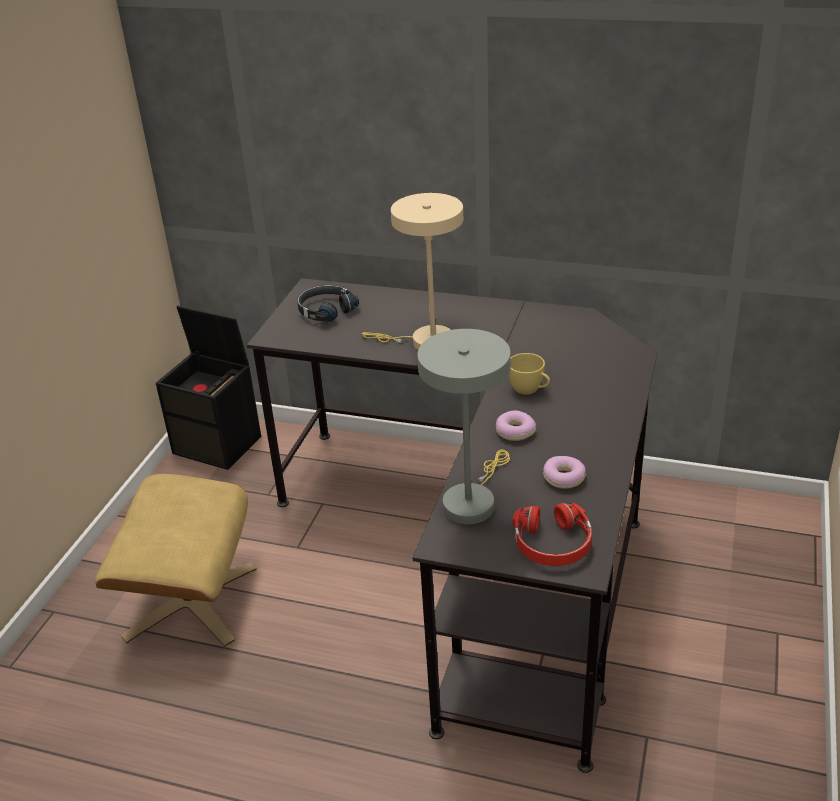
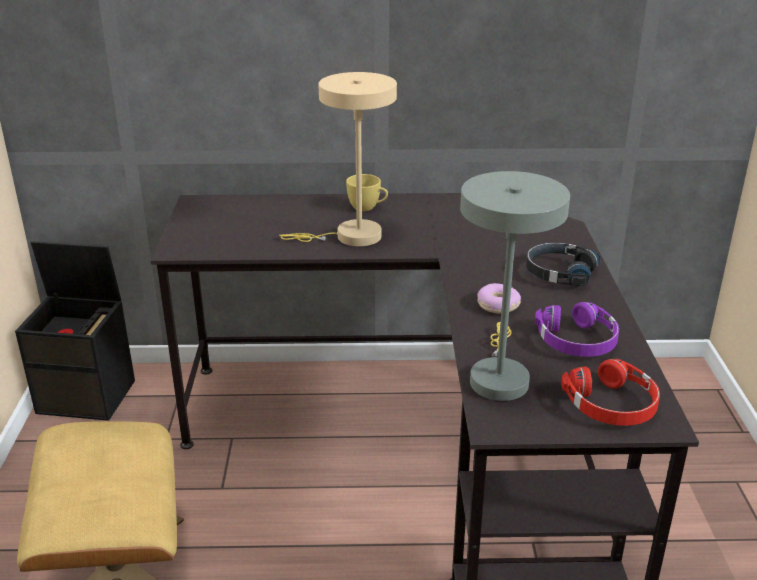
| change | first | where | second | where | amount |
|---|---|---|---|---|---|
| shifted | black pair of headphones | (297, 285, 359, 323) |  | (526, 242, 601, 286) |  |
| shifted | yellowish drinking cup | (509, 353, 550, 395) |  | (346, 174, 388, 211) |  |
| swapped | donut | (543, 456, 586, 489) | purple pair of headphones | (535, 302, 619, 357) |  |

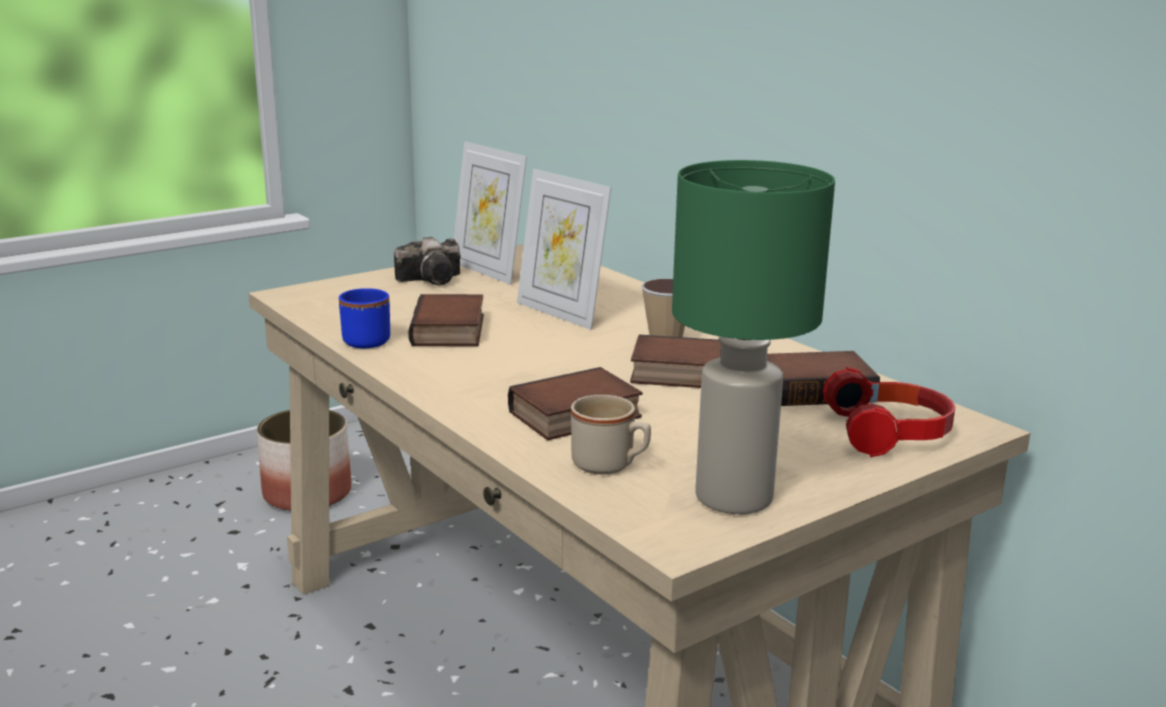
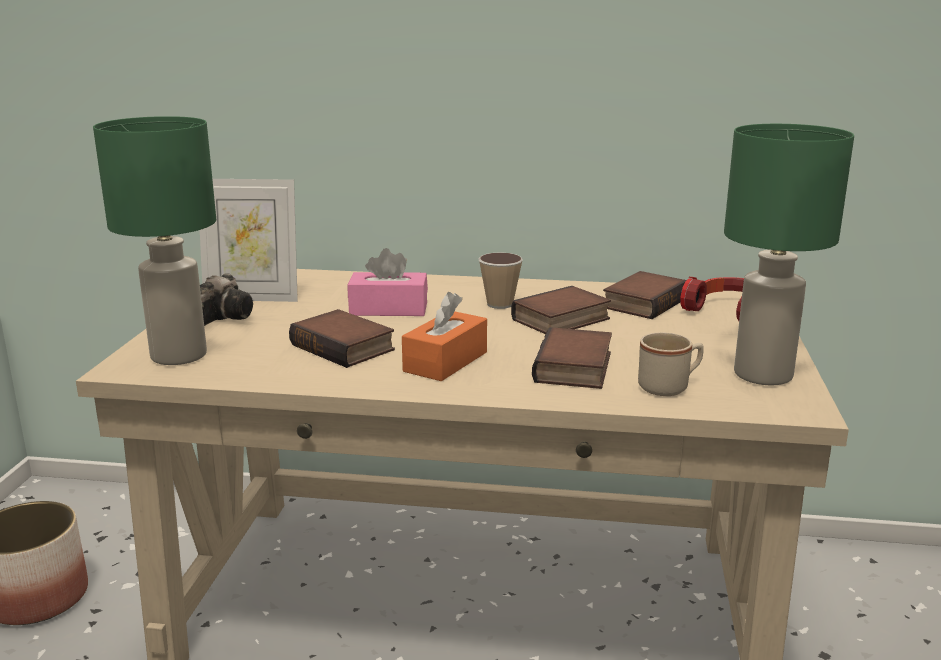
| change | first | where | second | where | amount |
|---|---|---|---|---|---|
| gone | blue mug | (339, 288, 390, 348) |  |  |  |
| new |  |  | greenish tabletop lamp | (93, 116, 216, 365) |  |
| new |  |  | orange-coloured box of tissues | (402, 292, 487, 381) |  |
| swapped | standing frame | (517, 169, 612, 330) | pinkish box of tissues | (348, 248, 428, 316) |  |

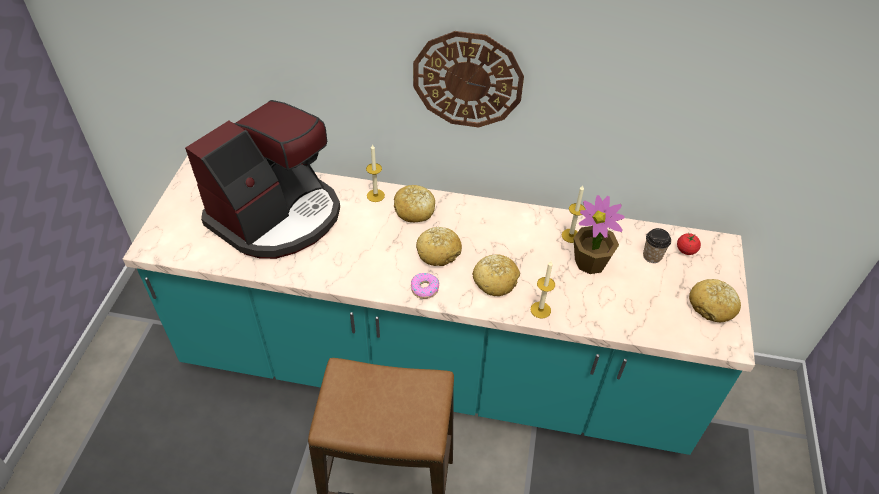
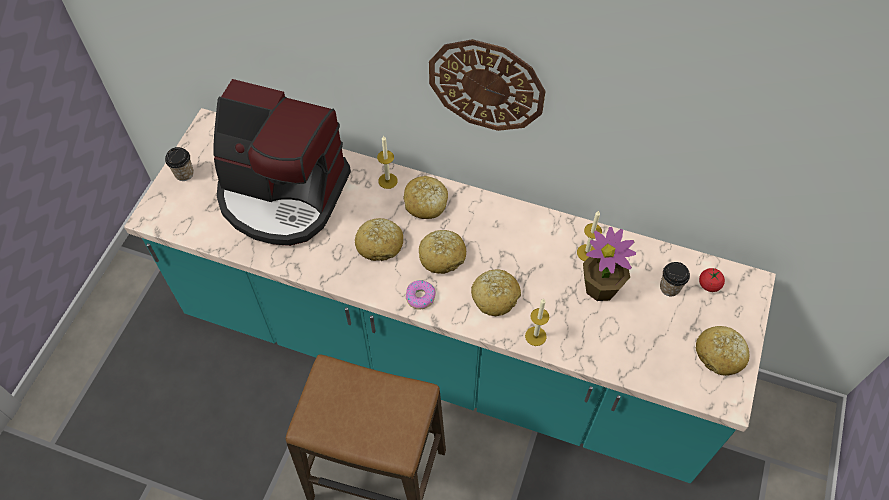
| change | first | where | second | where | amount |
|---|---|---|---|---|---|
| new |  |  | drinking cup | (165, 147, 194, 181) |  |
| new |  |  | bread | (355, 218, 403, 261) |  |
| rotated | coffee machine | (185, 100, 340, 259) |  | (213, 79, 351, 246) | 60 degrees clockwise |

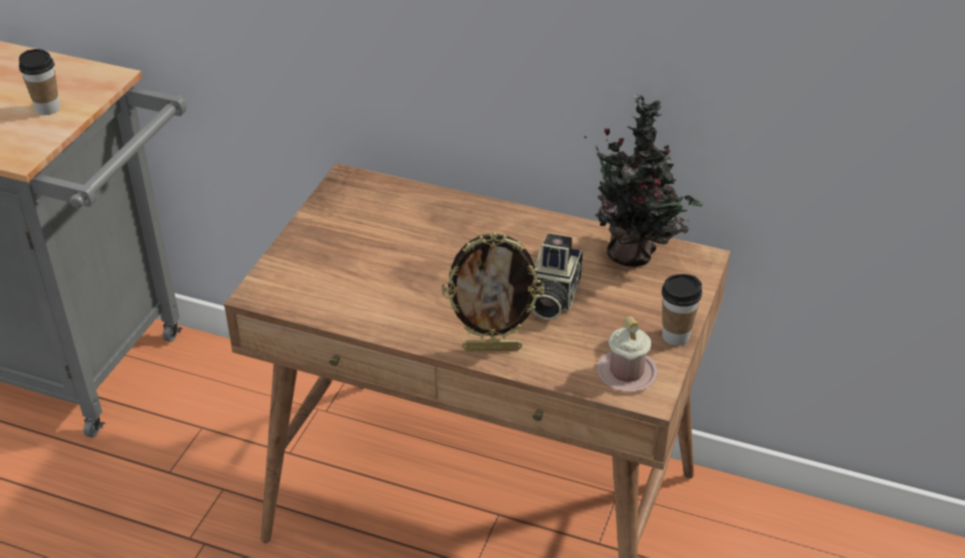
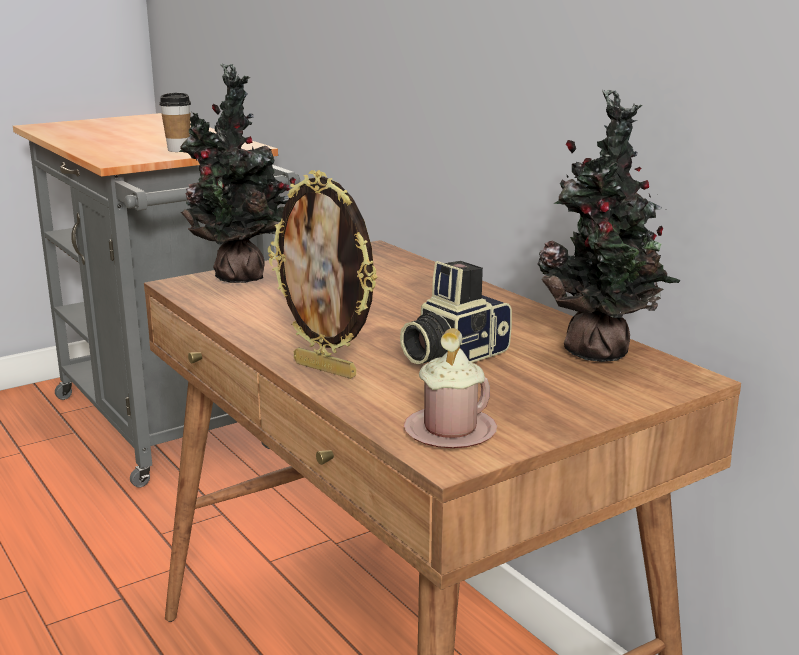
| change | first | where | second | where | amount |
|---|---|---|---|---|---|
| gone | drinking cup | (662, 274, 702, 346) |  |  |  |
| new |  |  | houseplant | (179, 63, 296, 283) |  |

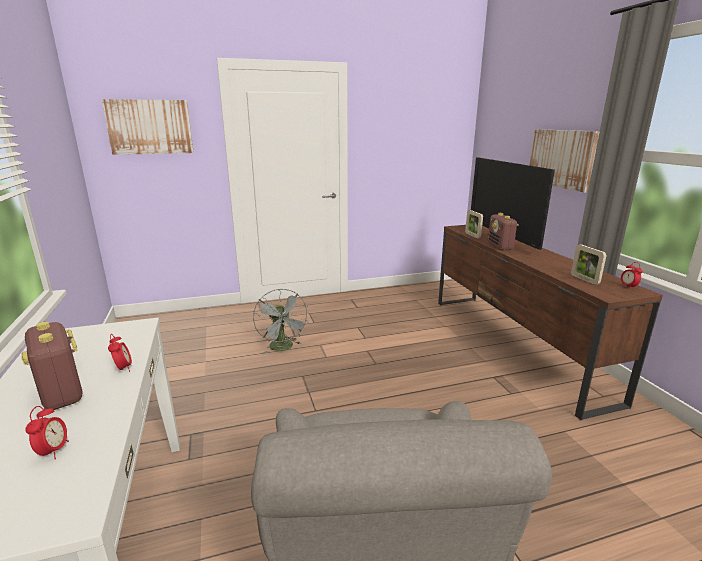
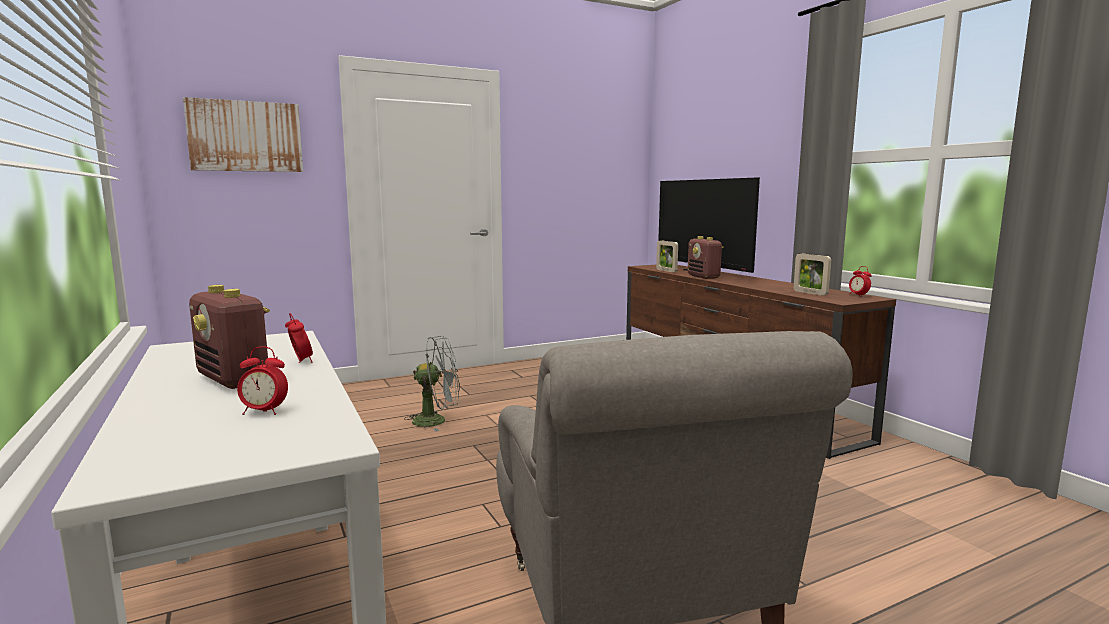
| change | first | where | second | where | amount |
|---|---|---|---|---|---|
| gone | wall picture | (529, 129, 600, 193) |  |  |  |
| rotated | bedside clock | (25, 406, 69, 459) |  | (237, 346, 288, 415) | 105 degrees clockwise |
| rotated | greyish electric fan | (253, 289, 307, 354) |  | (404, 336, 460, 432) | 60 degrees counterclockwise |

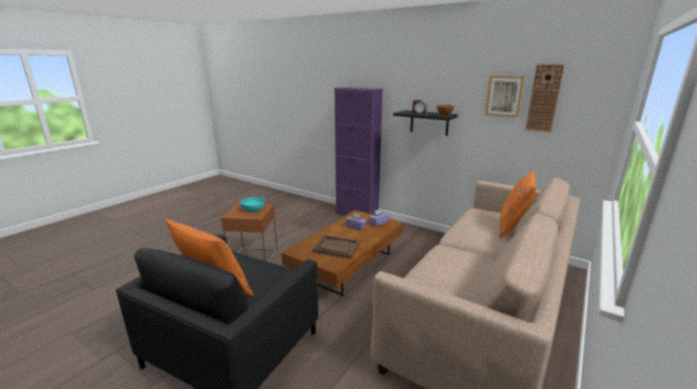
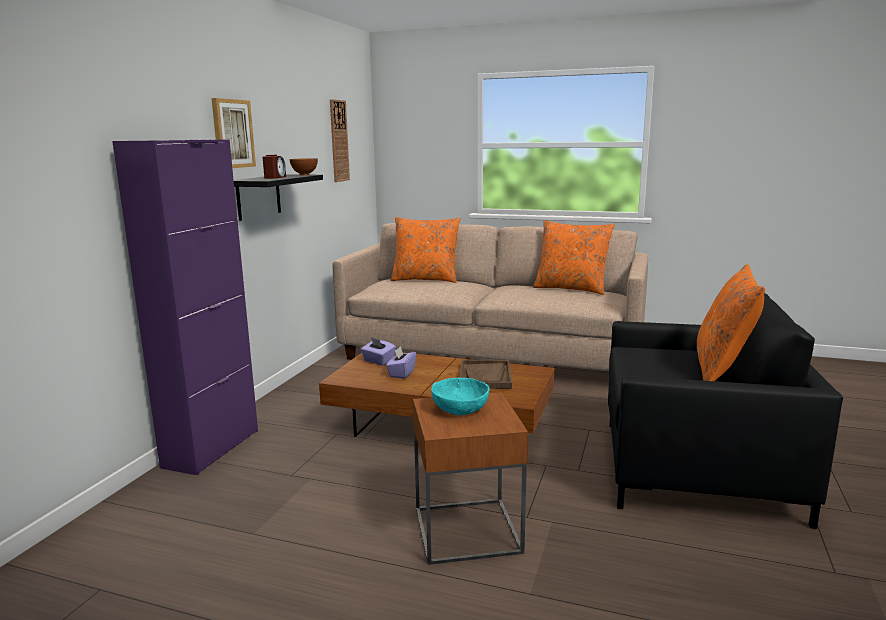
| change | first | where | second | where | amount |
|---|---|---|---|---|---|
| new |  |  | orange-coloured cushion | (533, 220, 615, 295) |  |
| shifted | wall picture | (485, 76, 525, 118) |  | (211, 98, 256, 168) |  |

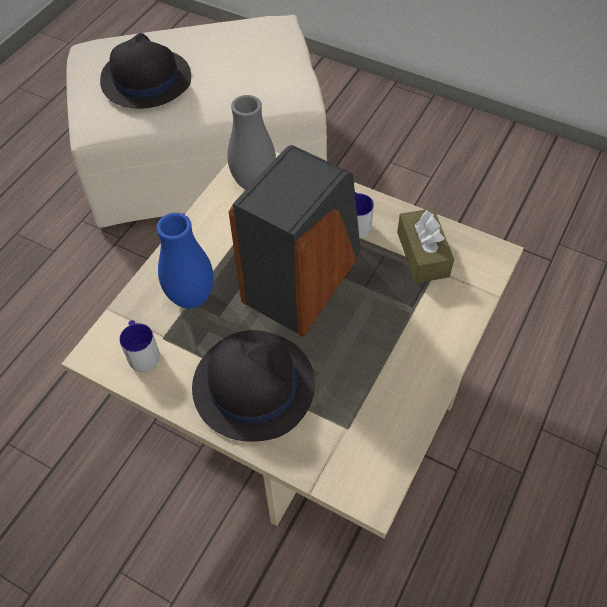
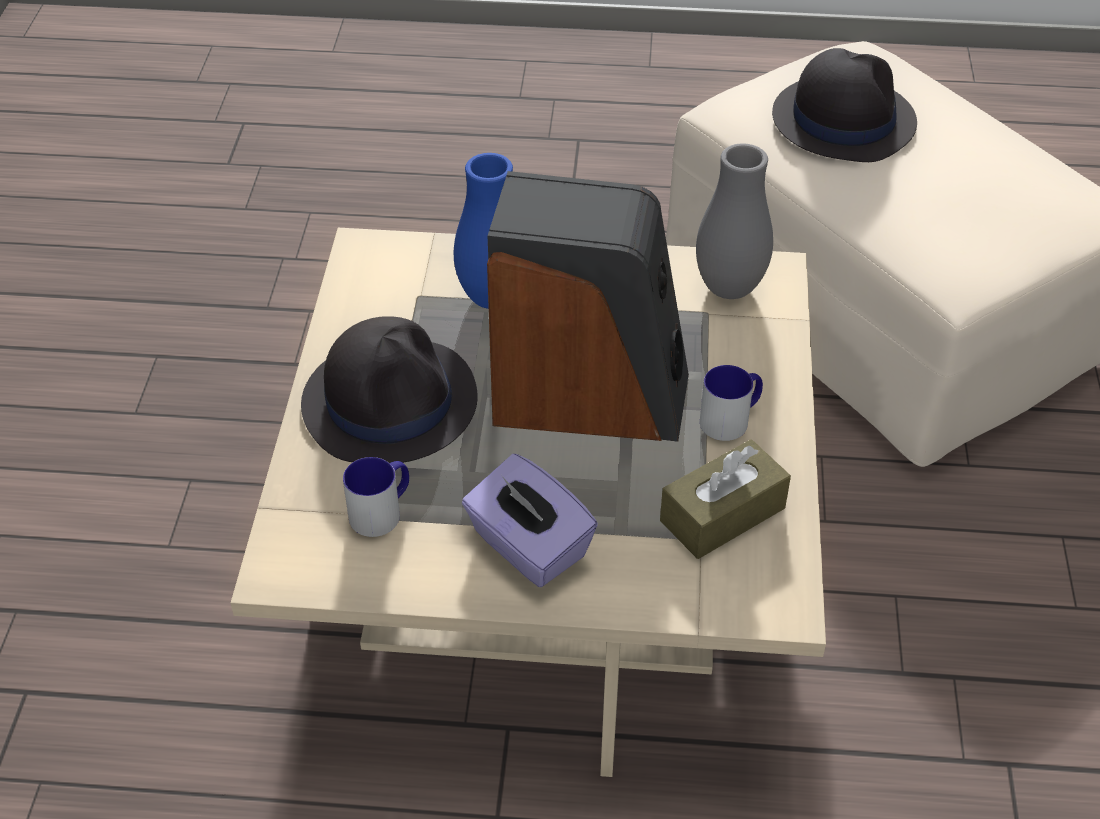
| change | first | where | second | where | amount |
|---|---|---|---|---|---|
| new |  |  | purple box of tissues | (462, 454, 598, 587) |  |
| shifted | mug | (119, 320, 160, 372) |  | (343, 457, 409, 537) |  |

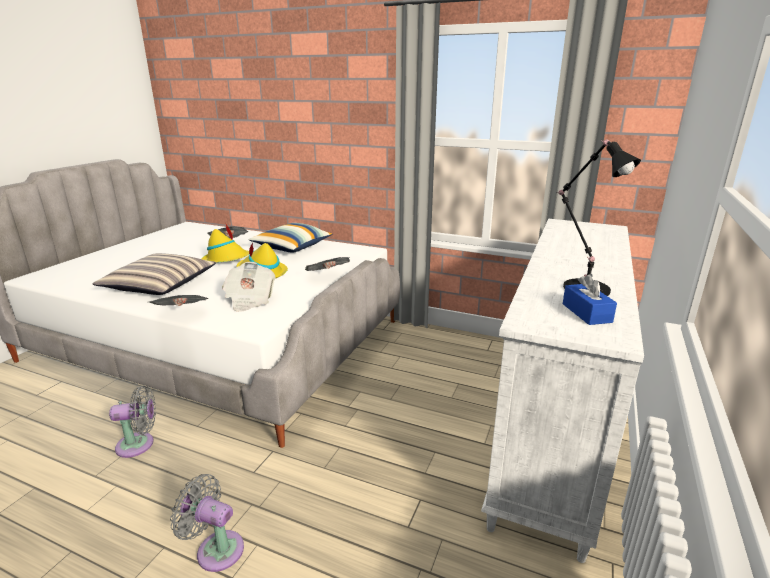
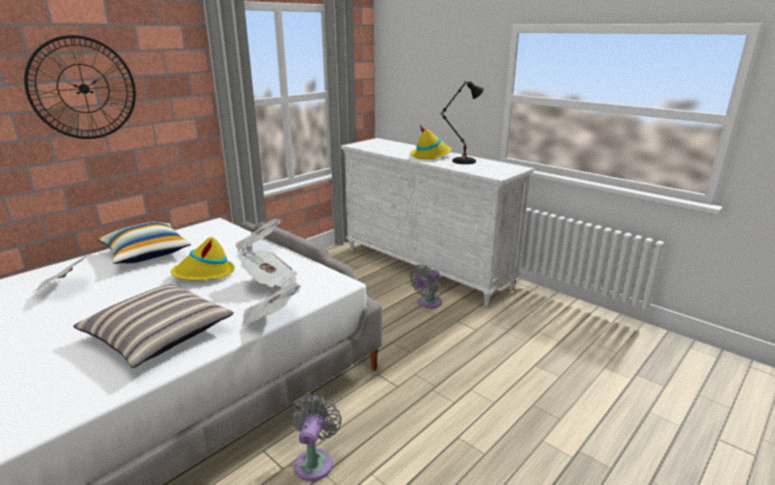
| change | first | where | second | where | amount |
|---|---|---|---|---|---|
| gone | blue box of tissues | (563, 274, 617, 325) |  |  |  |
| new |  |  | clock on the wall | (24, 35, 136, 139) |  |
| shifted | greyish electric fan | (170, 474, 244, 572) |  | (410, 265, 442, 308) |  |
| shifted | yellowish clothing hat | (201, 222, 249, 263) |  | (410, 125, 452, 159) |  |

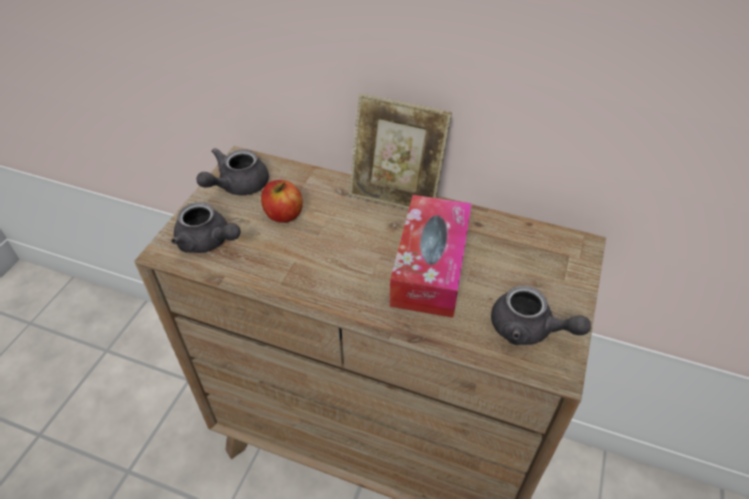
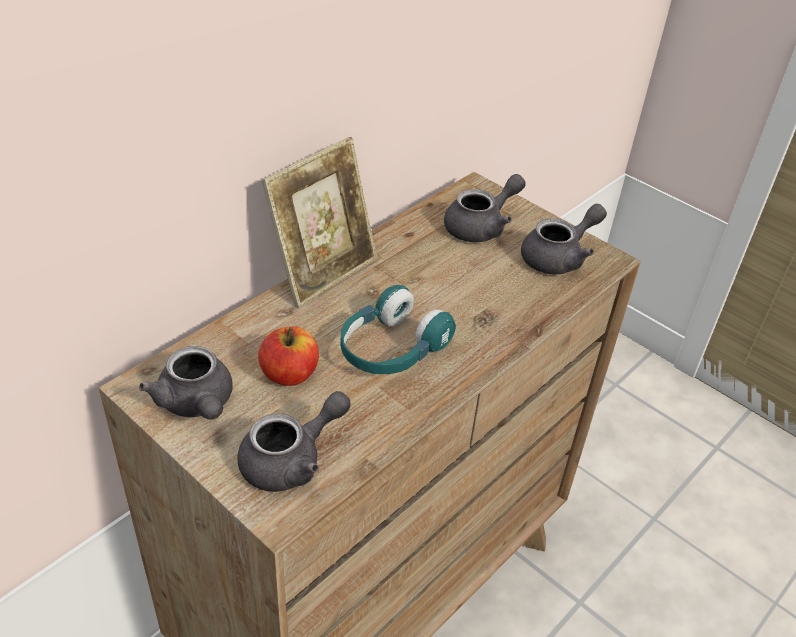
| change | first | where | second | where | amount |
|---|---|---|---|---|---|
| gone | box of tissues | (389, 195, 472, 318) |  |  |  |
| new |  |  | turquoise pair of headphones | (340, 285, 456, 374) |  |
| new |  |  | greyish teapot | (444, 174, 526, 242) |  |

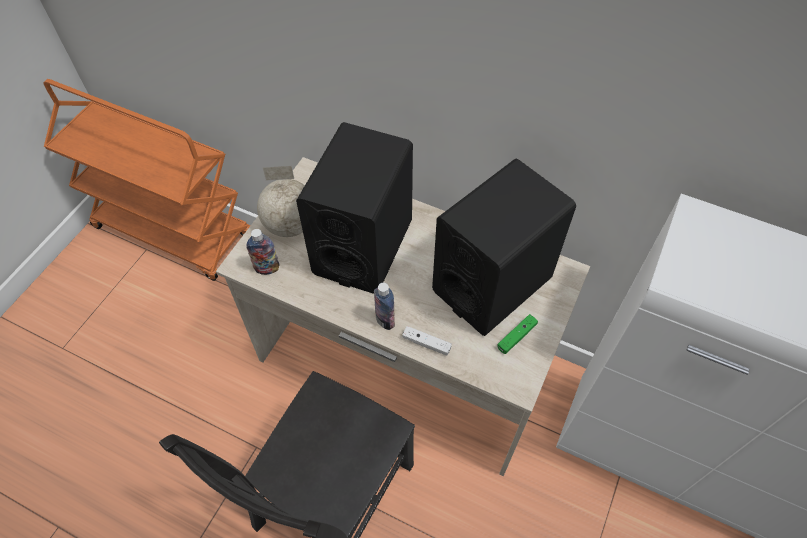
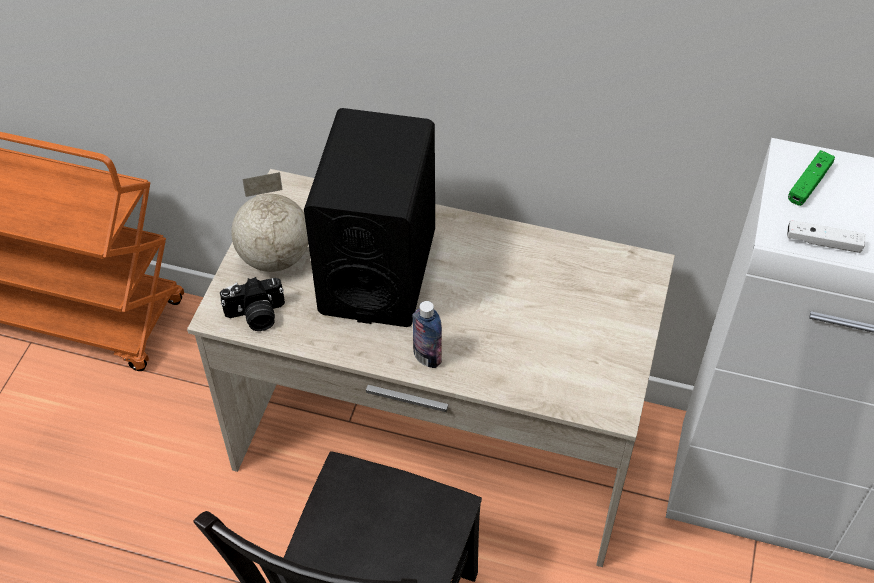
| change | first | where | second | where | amount |
|---|---|---|---|---|---|
| gone | black audio speaker | (432, 159, 576, 336) |  |  |  |
| shifted | white joypad | (402, 326, 452, 356) |  | (787, 220, 865, 253) |  |
| shifted | greenish joypad | (497, 314, 538, 354) |  | (788, 150, 835, 206) |  |
| swapped | drink bottle | (246, 229, 279, 275) | photo camera | (220, 277, 285, 331) |  |

